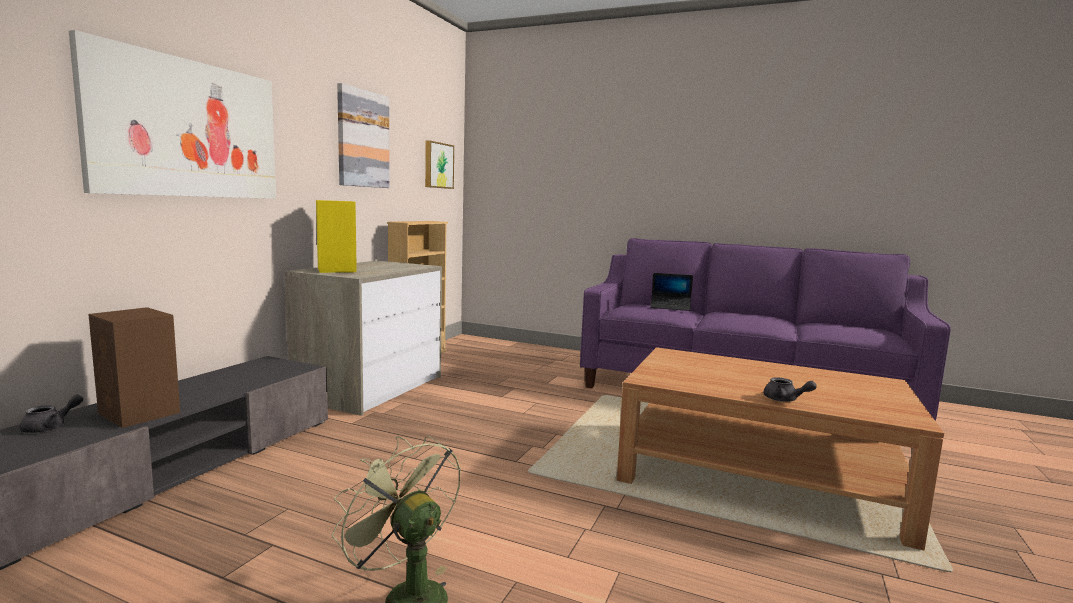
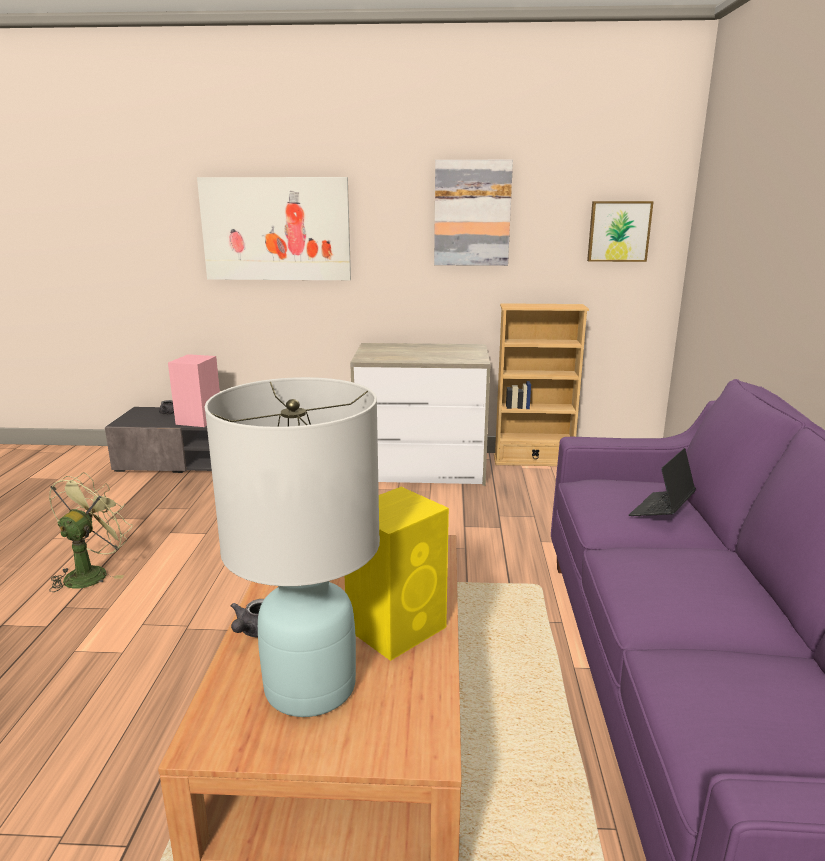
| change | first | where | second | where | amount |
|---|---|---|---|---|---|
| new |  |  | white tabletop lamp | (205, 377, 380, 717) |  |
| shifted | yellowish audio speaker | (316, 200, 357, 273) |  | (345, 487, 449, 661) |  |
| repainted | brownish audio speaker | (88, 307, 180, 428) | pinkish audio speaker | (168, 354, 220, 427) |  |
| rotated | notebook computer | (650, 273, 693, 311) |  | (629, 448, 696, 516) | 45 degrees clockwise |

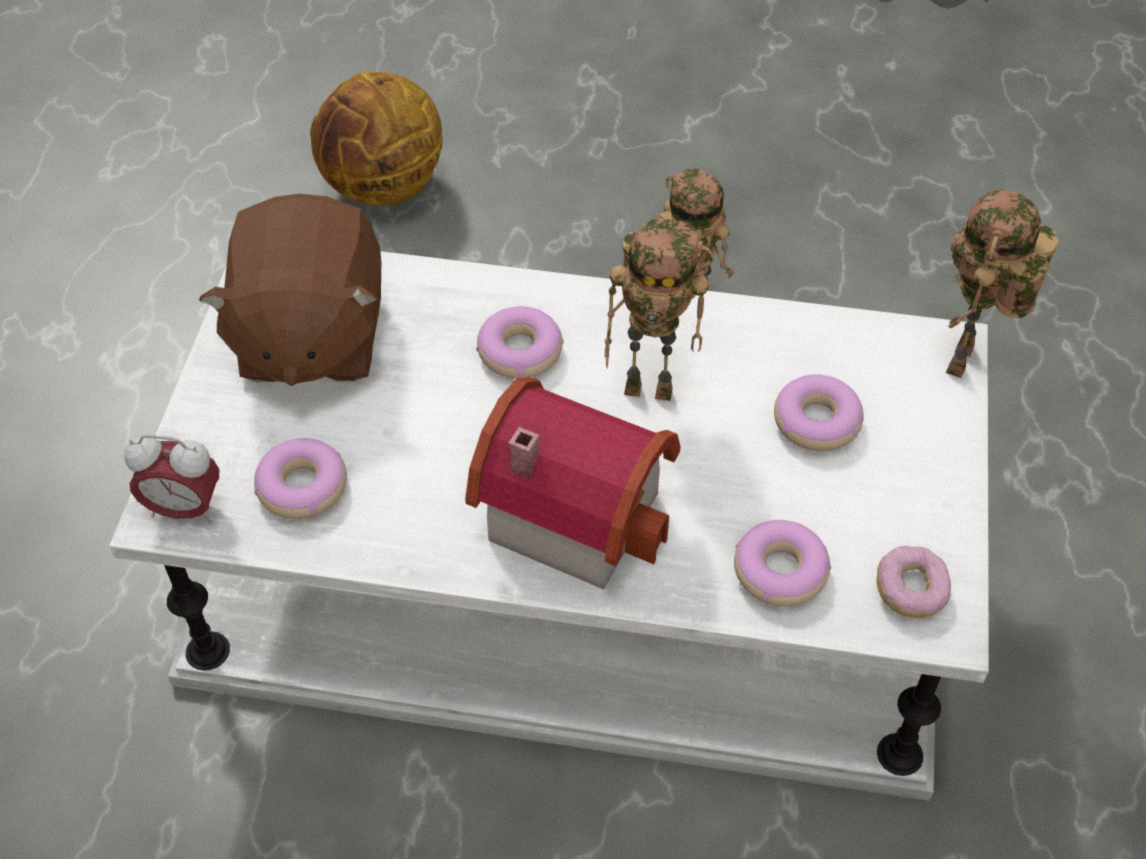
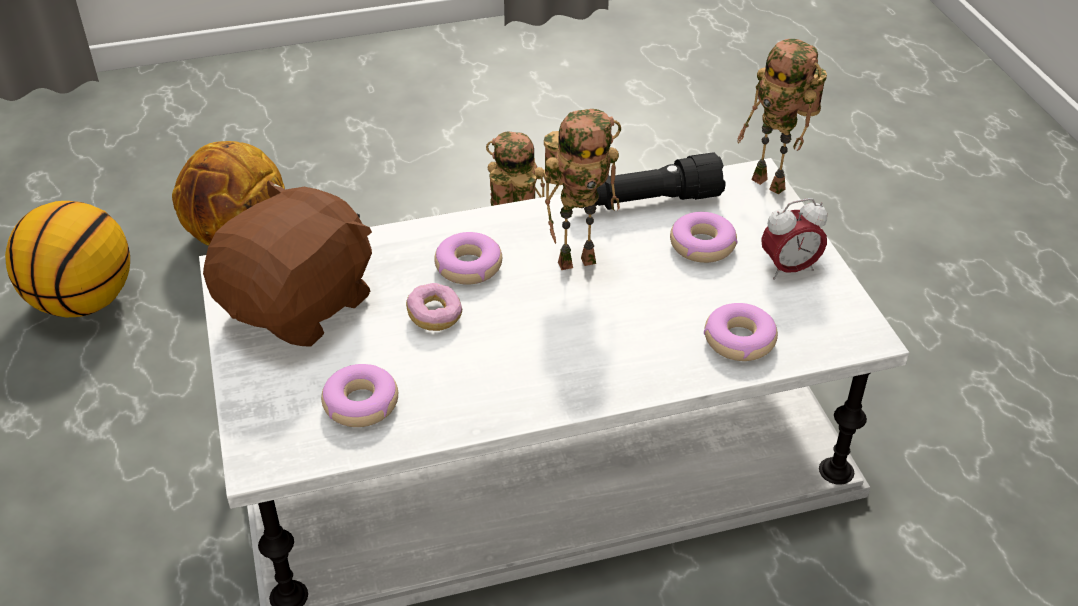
| change | first | where | second | where | amount |
|---|---|---|---|---|---|
| gone | model house | (465, 377, 681, 589) |  |  |  |
| new |  |  | basketball ball | (5, 201, 130, 317) |  |
| new |  |  | black torch | (583, 152, 726, 210) |  |
| shifted | bedside clock | (124, 435, 219, 523) |  | (761, 198, 827, 280) |  |
| shifted | donut | (876, 546, 951, 618) |  | (406, 283, 462, 331) |  |
| rotated | brownish cuddly toy | (199, 194, 381, 386) |  | (203, 180, 372, 347) | 120 degrees counterclockwise |
| rotated | toy robot | (946, 190, 1059, 378) |  | (737, 39, 827, 194) | 45 degrees counterclockwise |

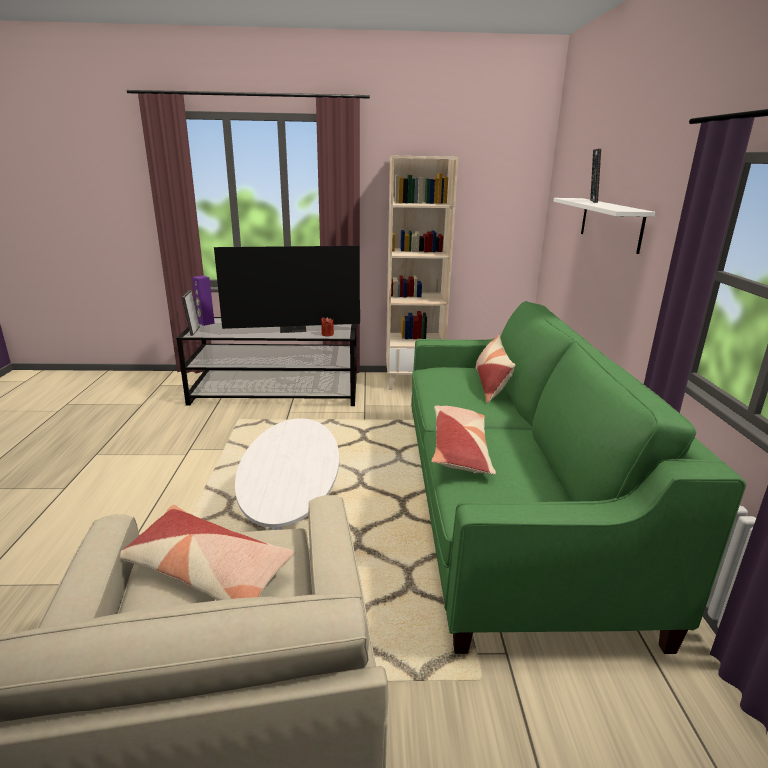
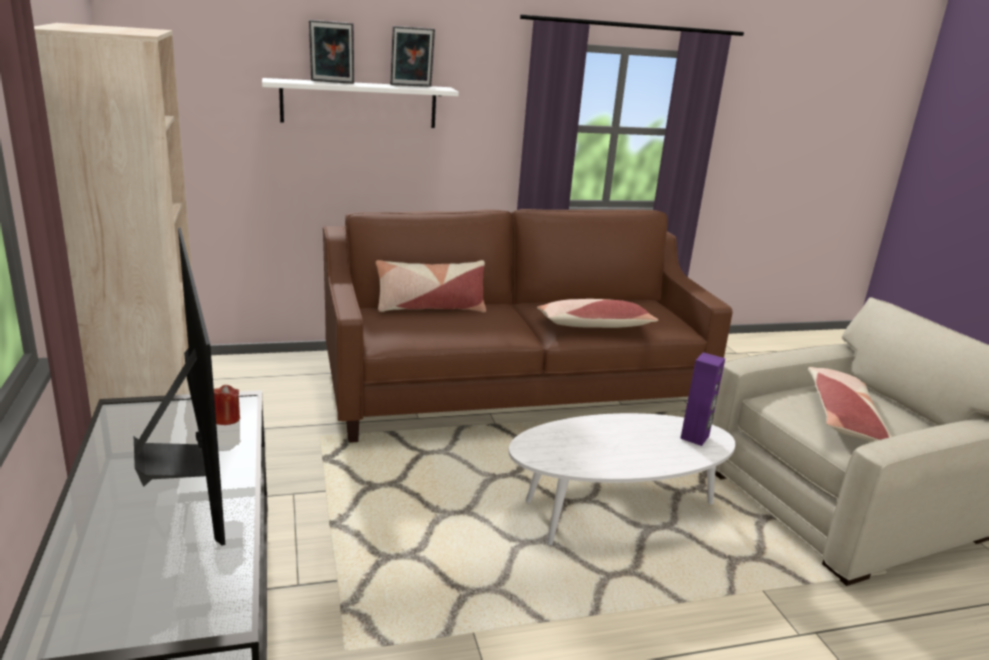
| change | first | where | second | where | amount |
|---|---|---|---|---|---|
| shifted | standing frame | (182, 290, 200, 336) |  | (390, 26, 435, 87) |  |
| shifted | purple audio speaker | (192, 276, 215, 326) |  | (680, 352, 725, 446) |  |
| repainted | greenish settee | (411, 301, 746, 654) | brownish settee | (323, 209, 732, 443) |  |

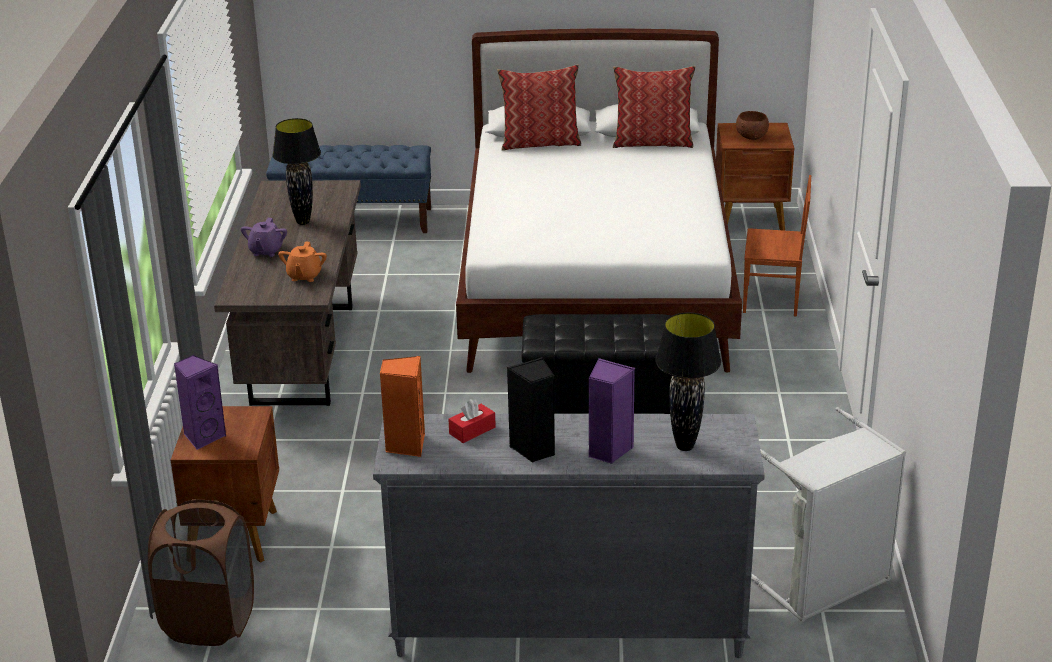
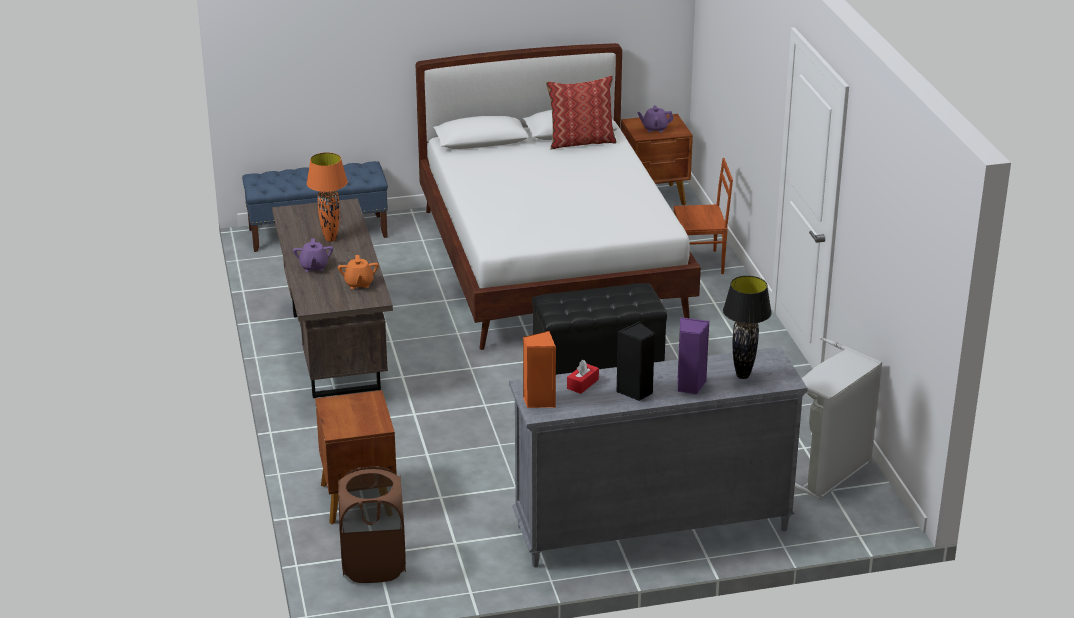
| change | first | where | second | where | amount |
|---|---|---|---|---|---|
| gone | purple audio speaker | (174, 355, 226, 450) |  |  |  |
| gone | cushion | (497, 64, 581, 151) |  |  |  |
| swapped | brownish serving bowl | (736, 111, 769, 140) | purple teapot | (637, 105, 673, 132) |  |
| repainted | black tabletop lamp | (272, 118, 321, 225) | orange-coloured tabletop lamp | (307, 152, 348, 242) |  |

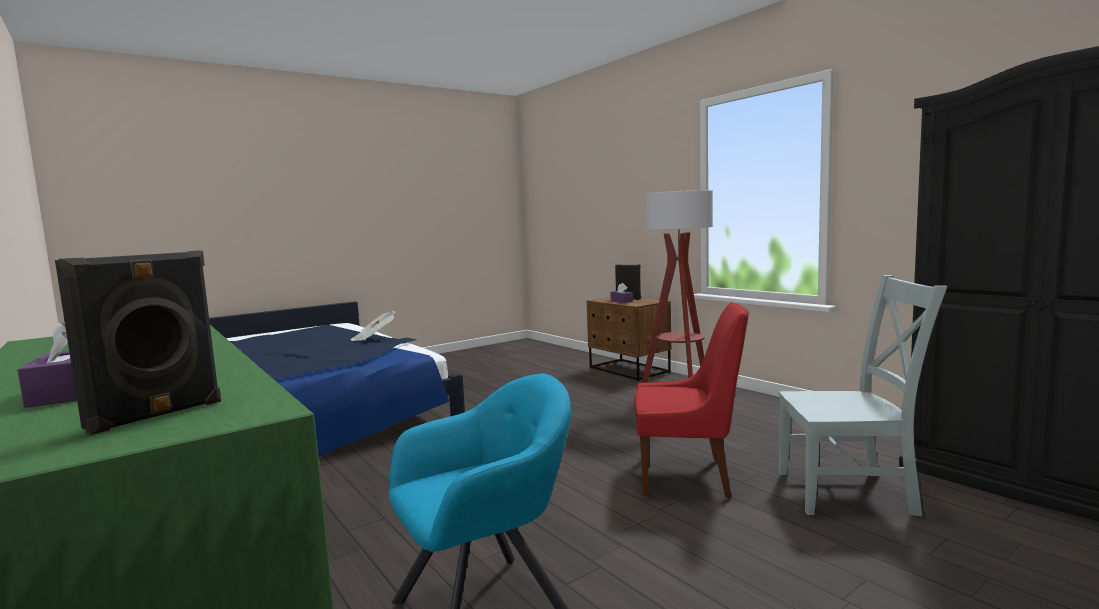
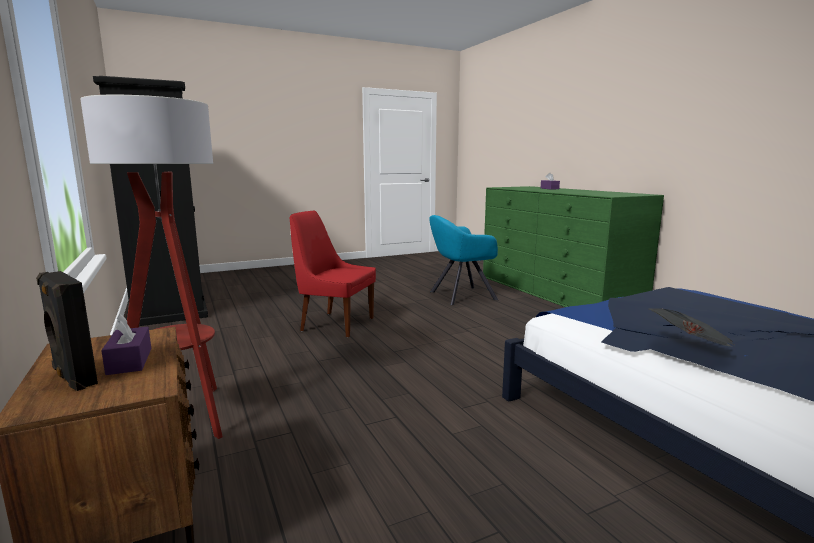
| change | first | where | second | where | amount |
|---|---|---|---|---|---|
| gone | black audio speaker | (55, 250, 221, 435) |  |  |  |
| gone | greyish chair | (778, 275, 947, 516) |  |  |  |

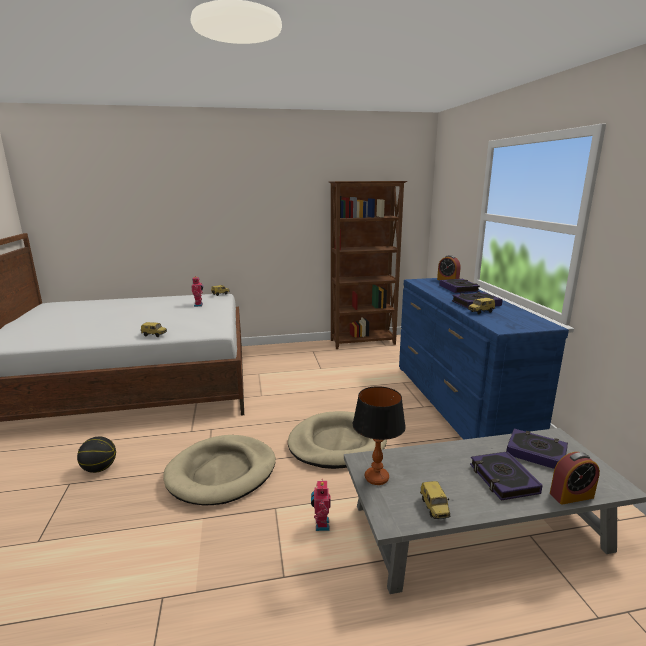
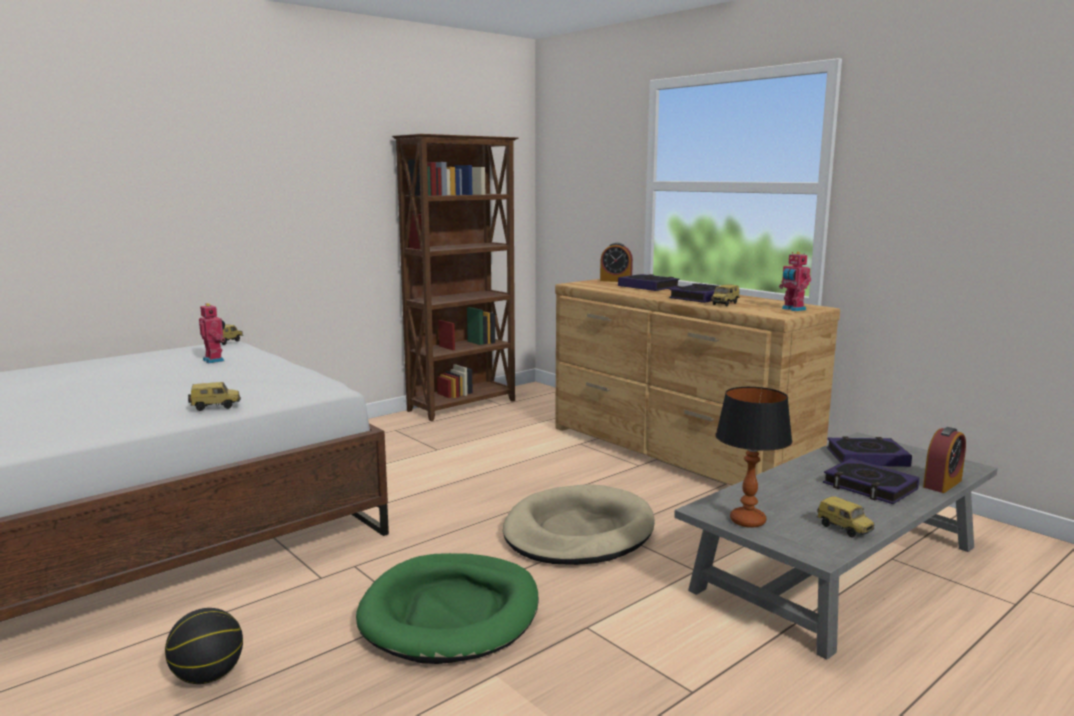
| change | first | where | second | where | amount |
|---|---|---|---|---|---|
| shifted | toy robot | (311, 481, 331, 531) |  | (779, 252, 811, 311) |  |
| repainted | beige pet bed | (163, 435, 276, 506) | greenish pet bed | (356, 553, 539, 664) |  |
| repainted | blue drawer chest | (399, 278, 569, 440) | brownish drawer chest | (555, 279, 840, 486) |  |

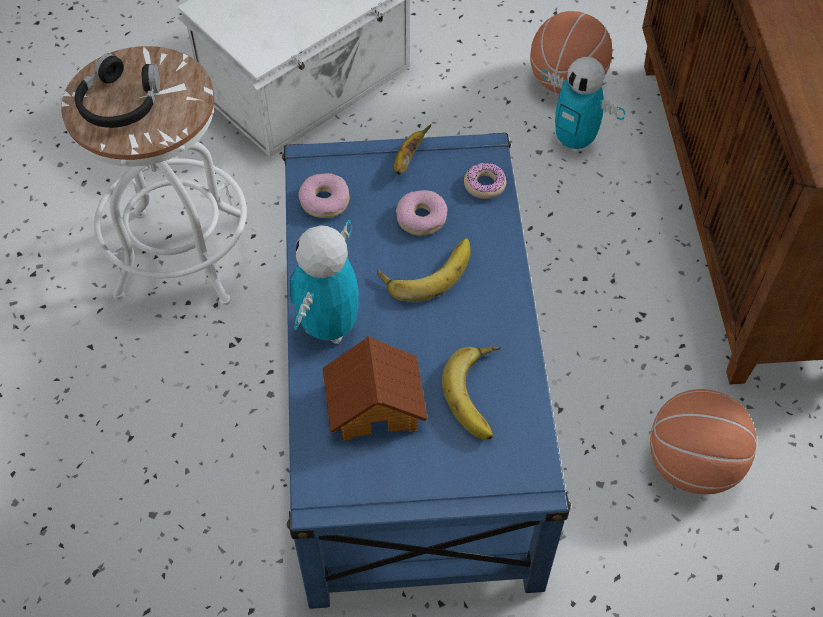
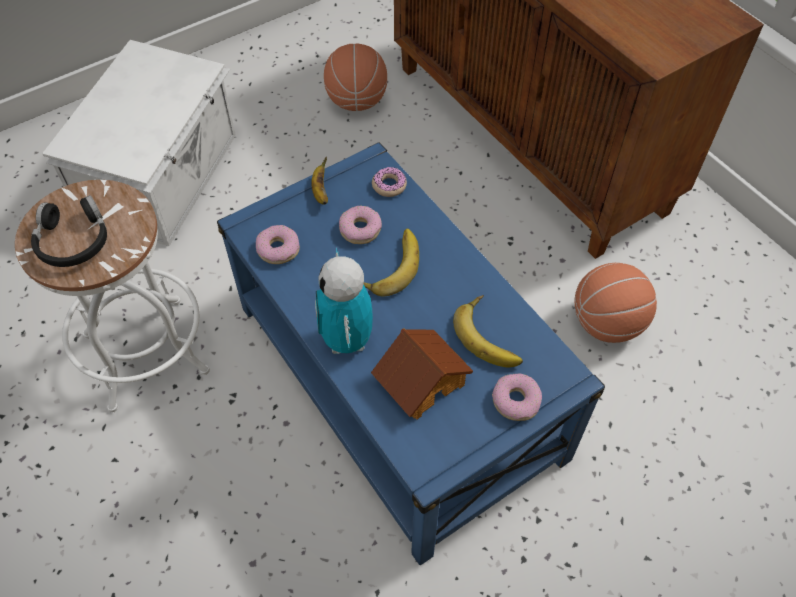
| change | first | where | second | where | amount |
|---|---|---|---|---|---|
| gone | toy robot | (542, 57, 625, 154) |  |  |  |
| new |  |  | donut | (492, 374, 542, 421) |  |

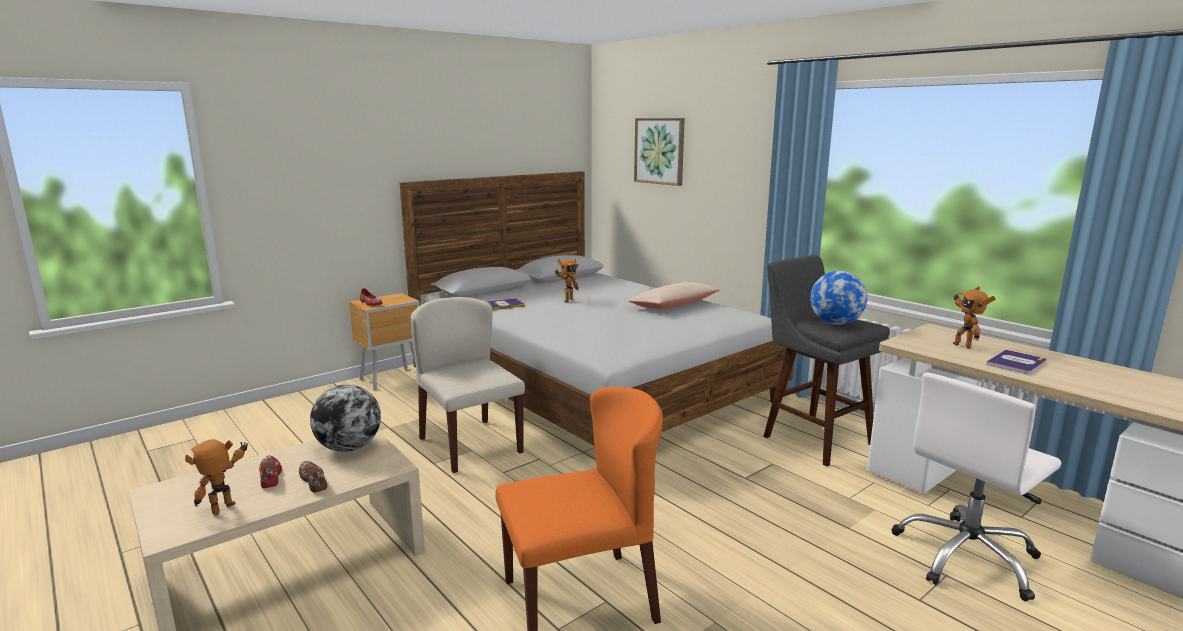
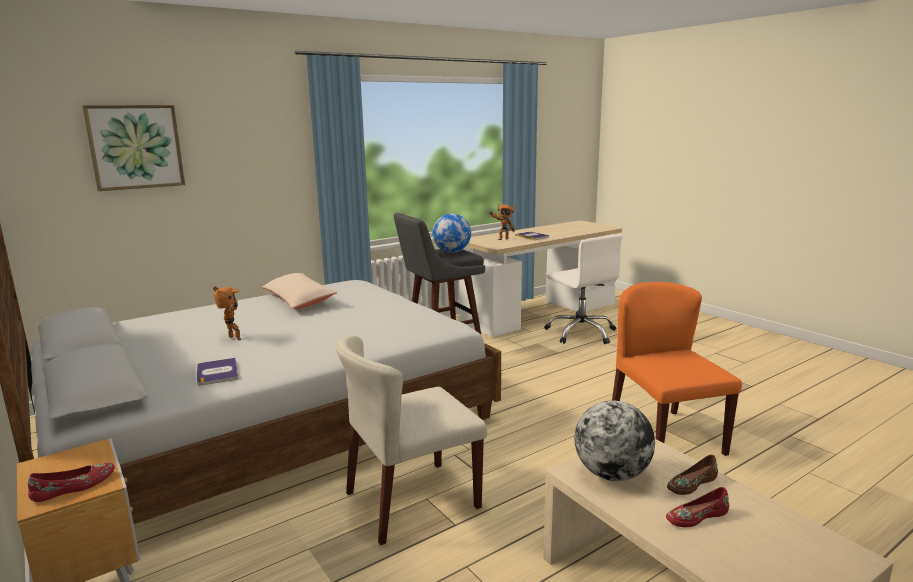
| change | first | where | second | where | amount |
|---|---|---|---|---|---|
| gone | toy robot | (185, 439, 248, 515) |  |  |  |

